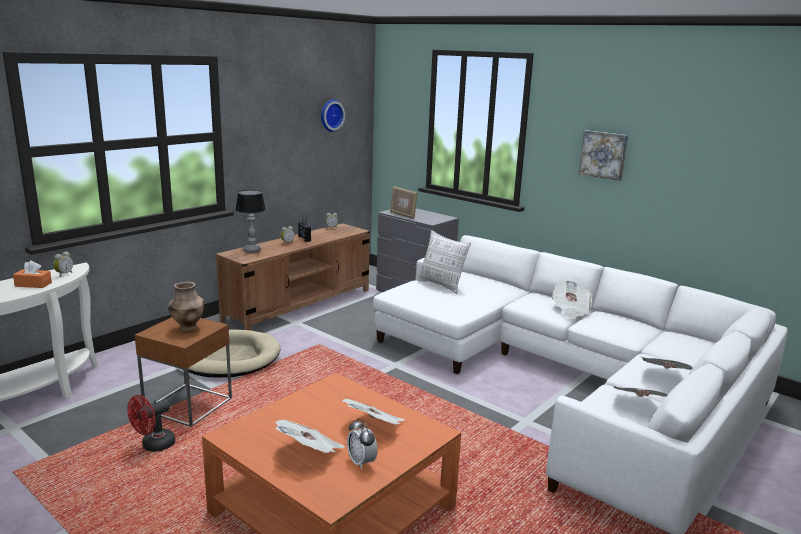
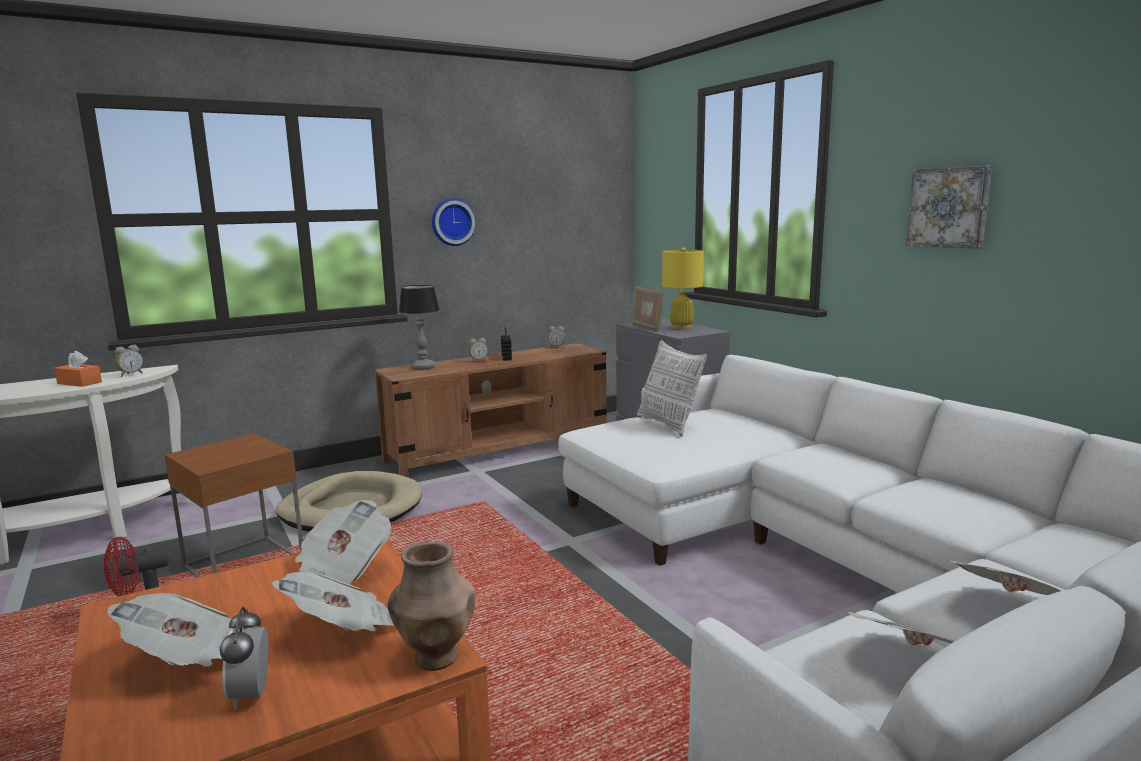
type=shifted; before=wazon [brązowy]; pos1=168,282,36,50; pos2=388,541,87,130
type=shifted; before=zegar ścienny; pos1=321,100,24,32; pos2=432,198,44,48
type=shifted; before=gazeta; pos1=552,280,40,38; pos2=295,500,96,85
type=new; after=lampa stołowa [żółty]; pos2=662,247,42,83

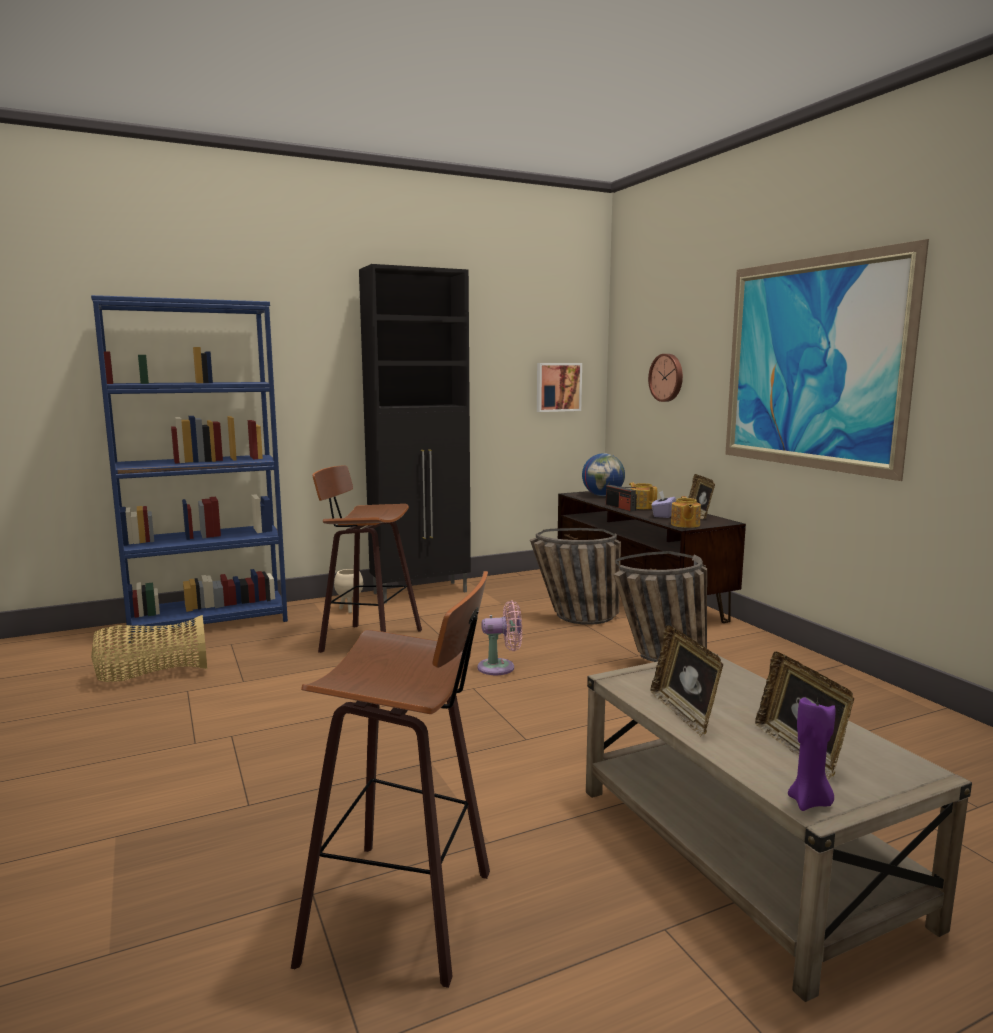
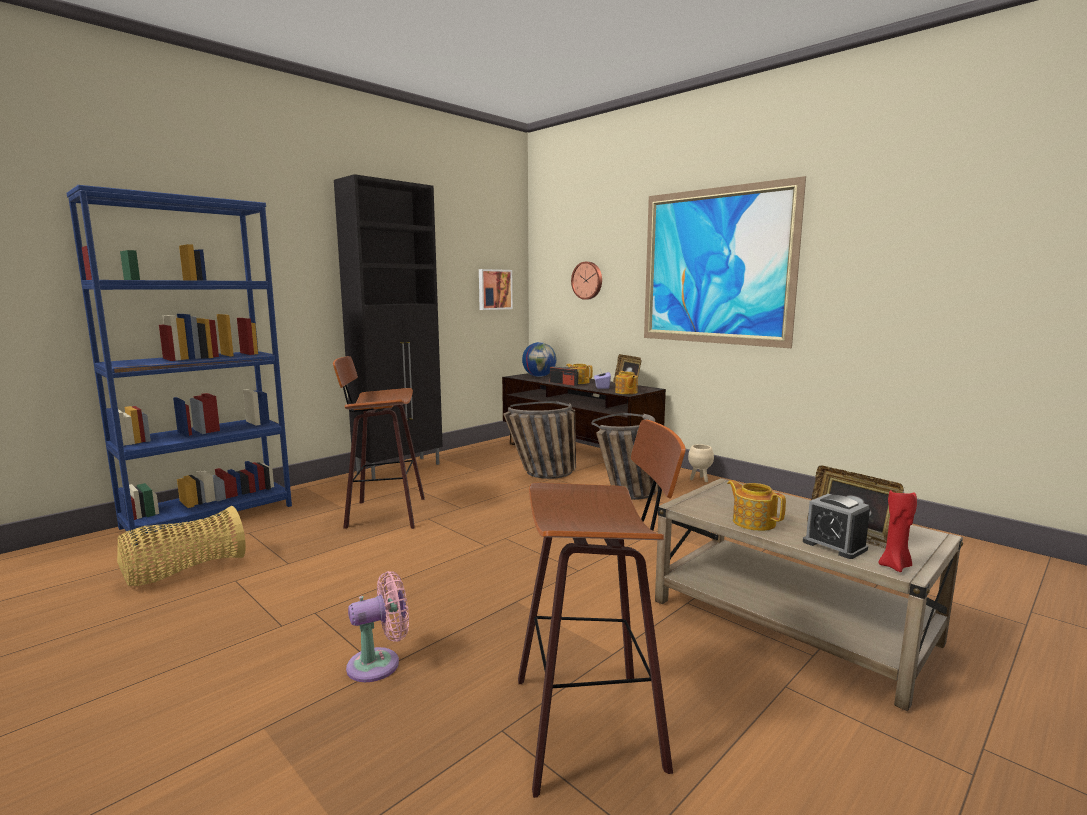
type=shifted; before=donica [beżowy]; pos1=334,569,29,44; pos2=688,444,26,38
type=shifted; before=wentylator [różowy]; pos1=478,601,44,74; pos2=346,571,63,111
type=swapped; before=ramka na zdjęcie; after=imbryk; pos1=650,625,73,112; pos2=727,480,59,51
type=repainted; before=świeca [fioletowy]; after=świeca [czerwony]; pos1=788,697,48,114; pos2=878,490,39,82
type=new; after=budzik; pos2=803,494,67,65

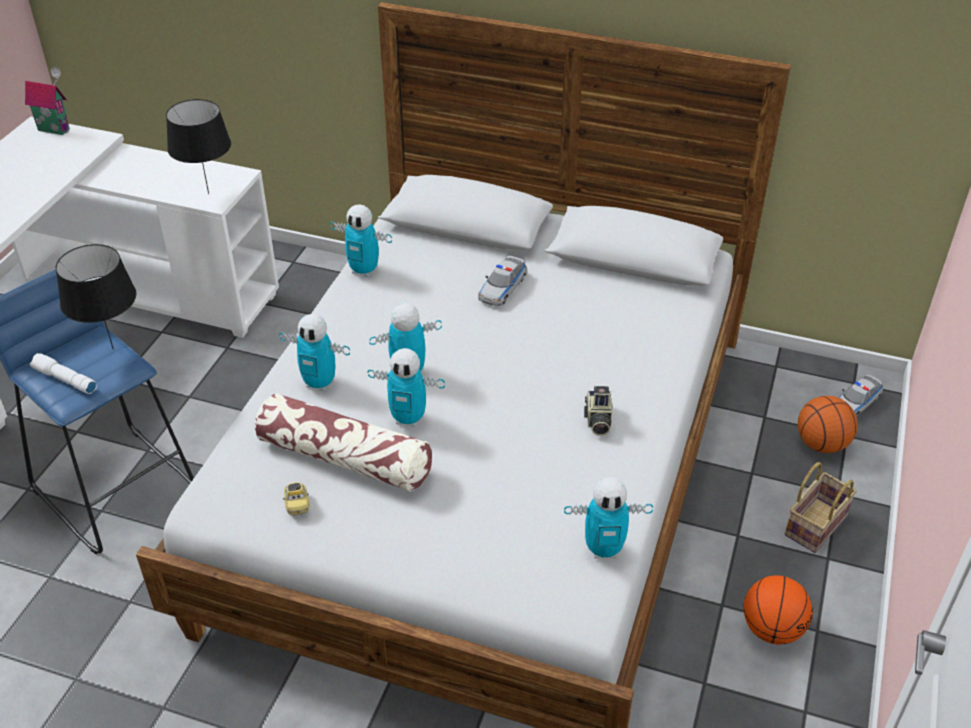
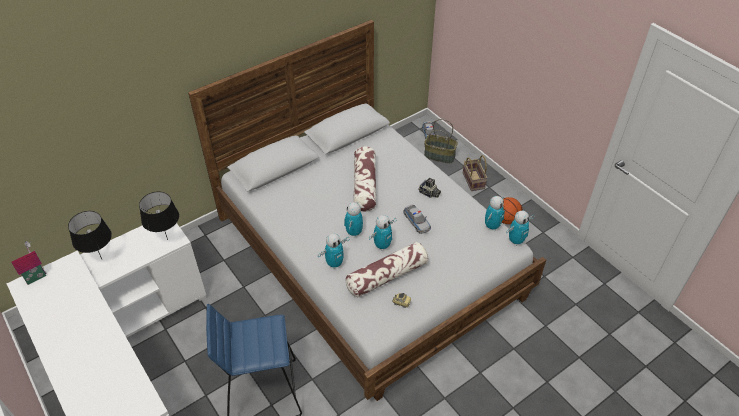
type=gone; before=latarka [biały]; pos1=30,353,67,41
type=shifted; before=lampa stołowa [czarny]; pos1=56,244,80,105; pos2=68,211,44,48
type=shifted; before=robot zabawkowy; pos1=330,204,62,73; pos2=506,211,28,35
type=shifted; before=samochodzik; pos1=478,256,49,50; pos2=403,204,28,30
type=swapped; before=piłka do koszykówki; after=koszyk; pos1=798,396,60,57; pos2=424,119,34,44
type=new; after=poduszka; pos2=354,147,22,64

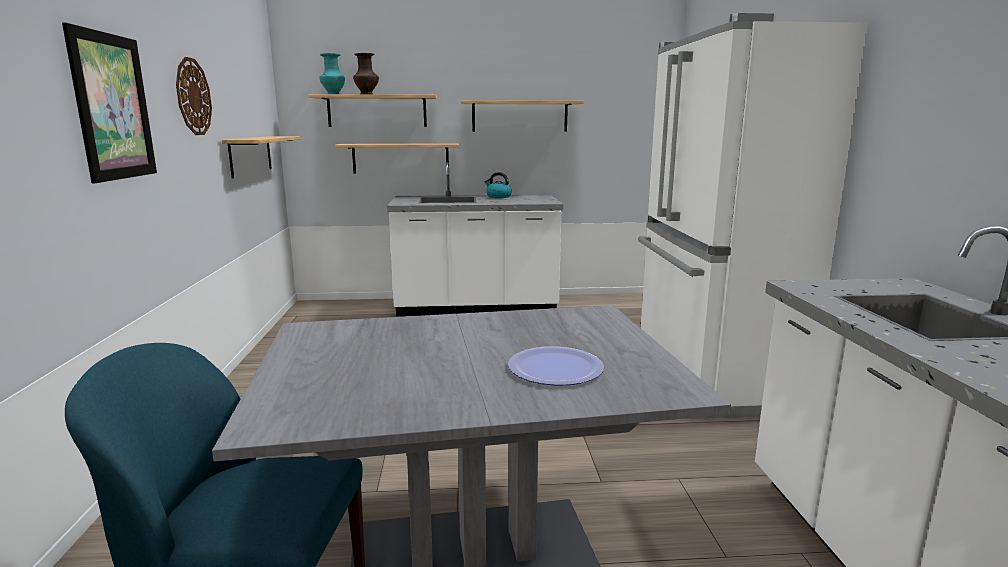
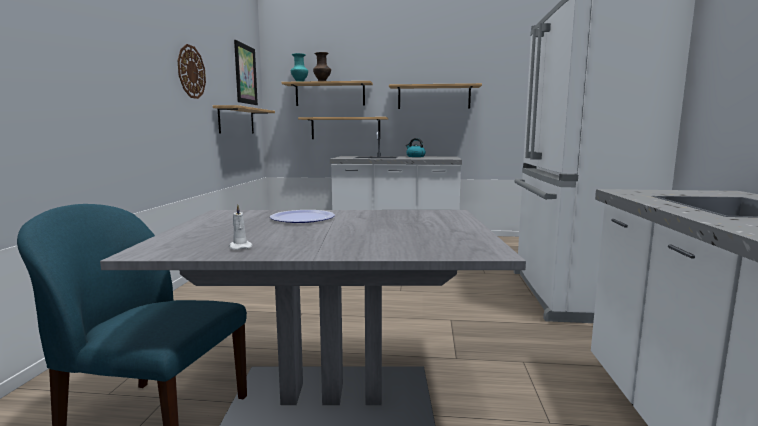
type=shifted; before=obraz; pos1=62,23,95,160; pos2=234,40,24,65
type=shifted; before=talerz; pos1=508,346,96,39; pos2=270,210,65,13
type=new; after=świeca [biały]; pos2=229,205,24,45

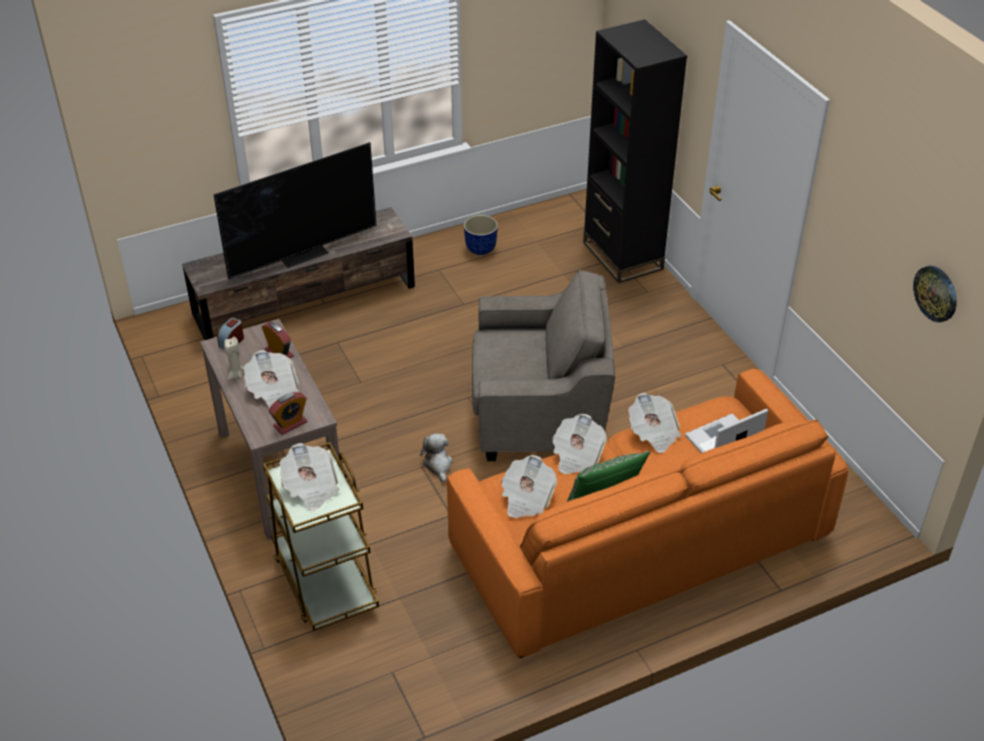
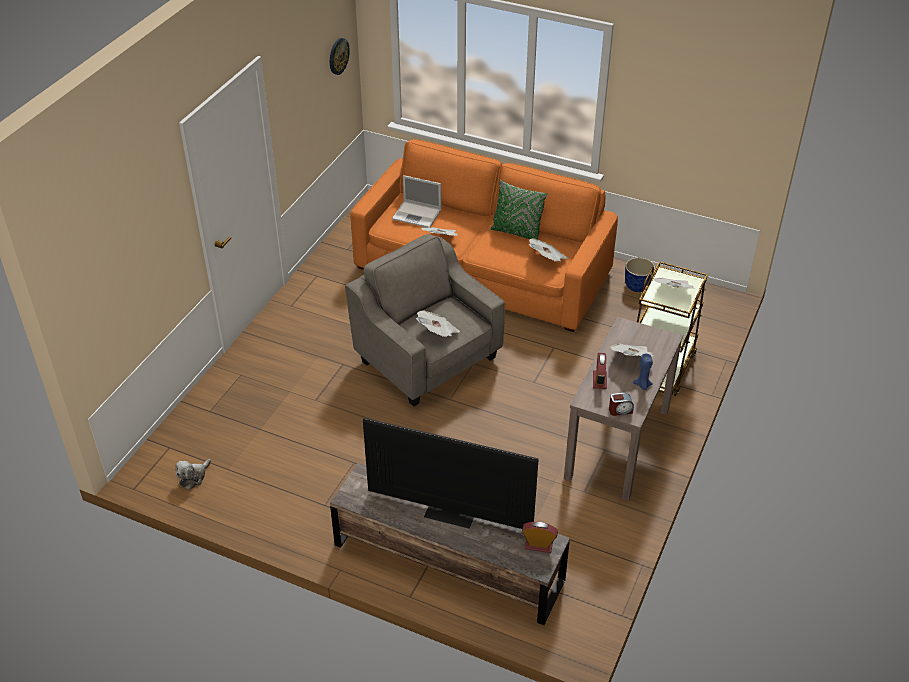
type=repainted; before=świeca [beżowy]; after=świeca [niebieski]; pos1=224,337,20,43; pos2=633,354,20,36
type=shifted; before=budzik; pos1=268,392,39,43; pos2=522,522,36,31
type=shifted; before=pluszak; pos1=420,434,33,49; pos2=175,459,36,31
type=shifted; before=donica; pos1=464,215,34,40; pos2=625,257,30,35
type=shifted; before=gazeta; pos1=552,414,55,60; pos2=416,310,44,27
type=gone; before=regał [czarny]; pos1=583,19,104,264

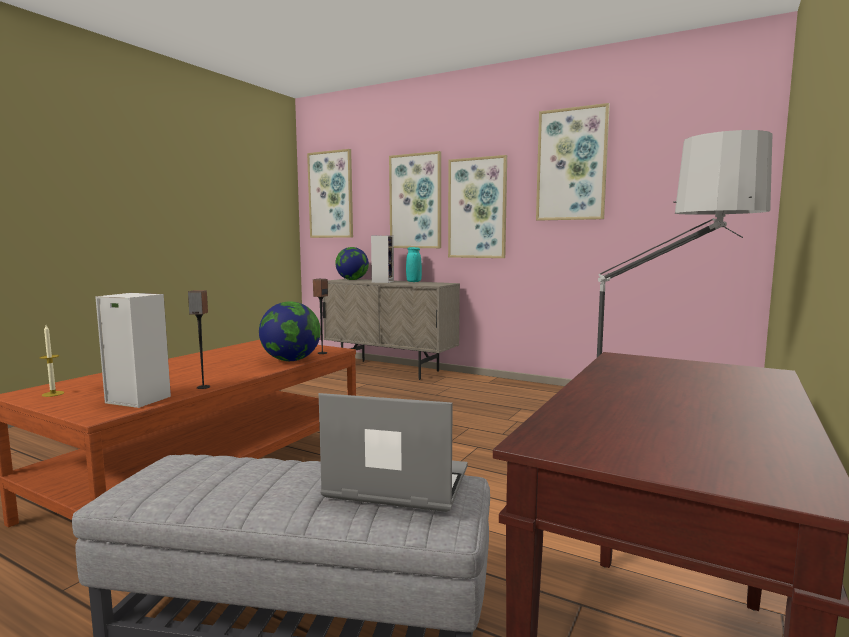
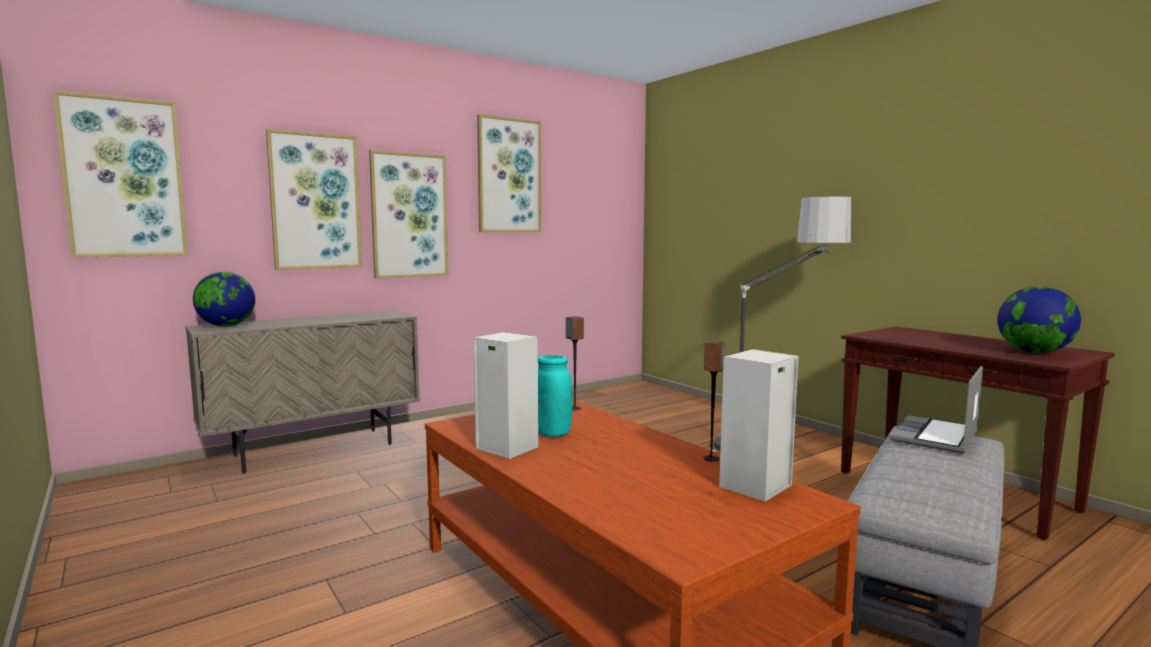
type=gone; before=świeca; pos1=39,325,25,72
type=shifted; before=globus; pos1=259,301,62,60; pos2=998,286,83,67
type=shifted; before=głośnik; pos1=371,235,23,48; pos2=473,332,66,127
type=shifted; before=wazon [turkusowy]; pos1=406,247,16,35; pos2=538,355,35,82

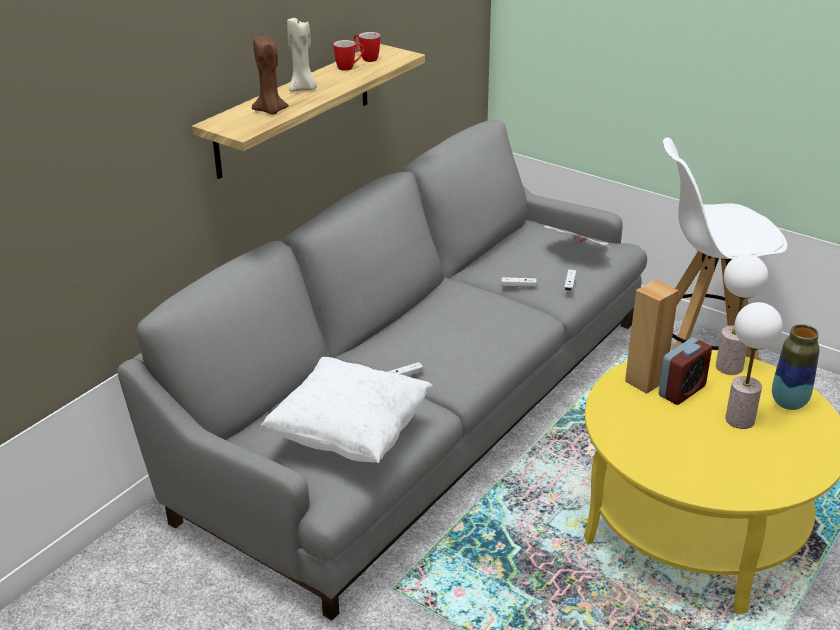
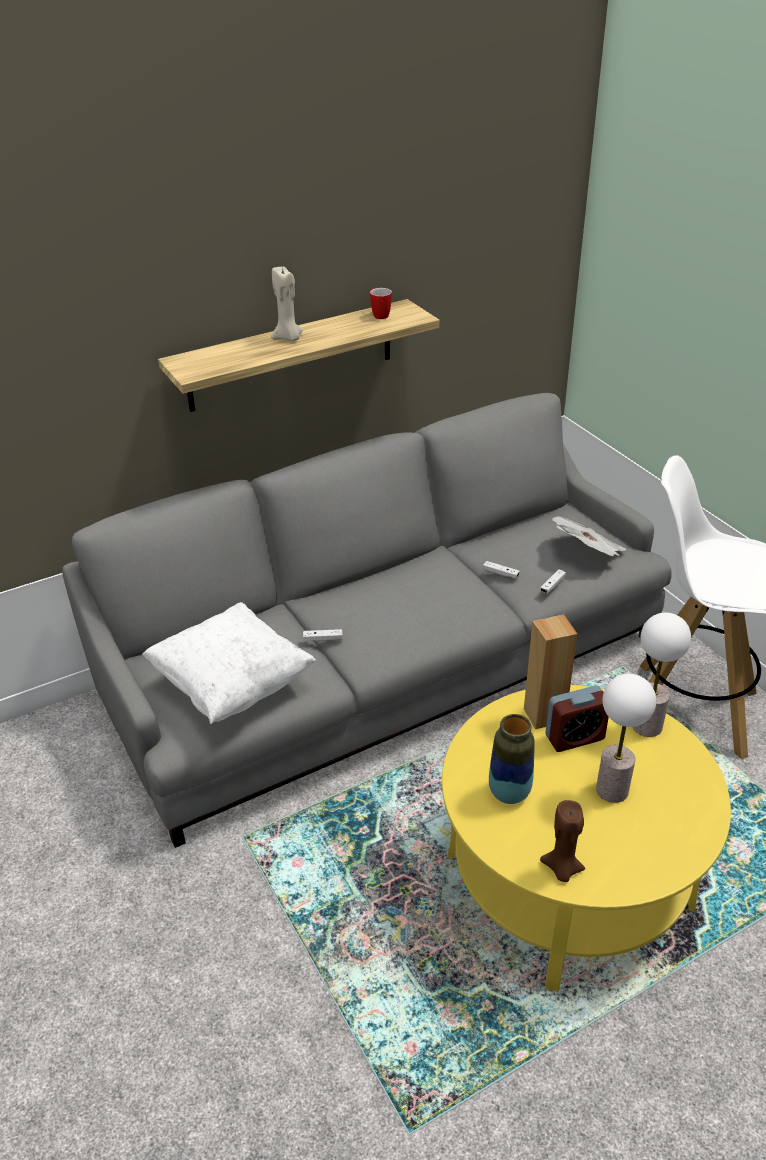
type=shifted; before=świeca [brązowy]; pos1=252,37,37,77; pos2=540,800,45,82
type=gone; before=kubek; pos1=333,40,31,31
type=shifted; before=wazon; pos1=772,324,48,86; pos2=489,714,46,90

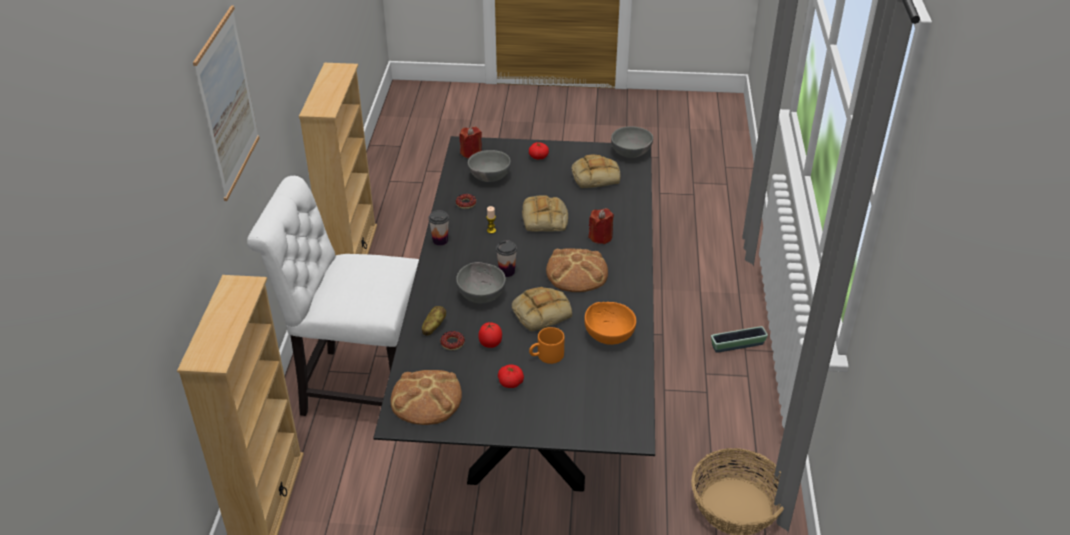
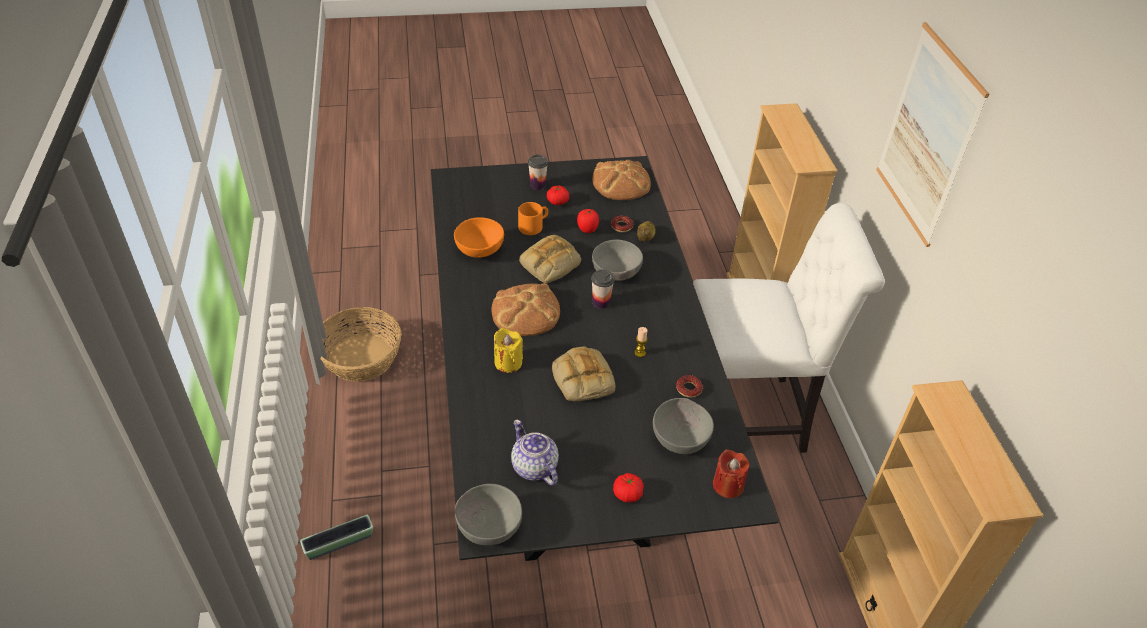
type=shifted; before=filiżanka; pos1=429,210,20,36; pos2=528,155,20,35
type=swapped; before=chleb; after=imbryk; pos1=571,155,49,33; pos2=511,420,48,65
type=repainted; before=świeca [czerwony]; after=świeca [żółty]; pos1=589,208,25,36; pos2=494,328,29,45

